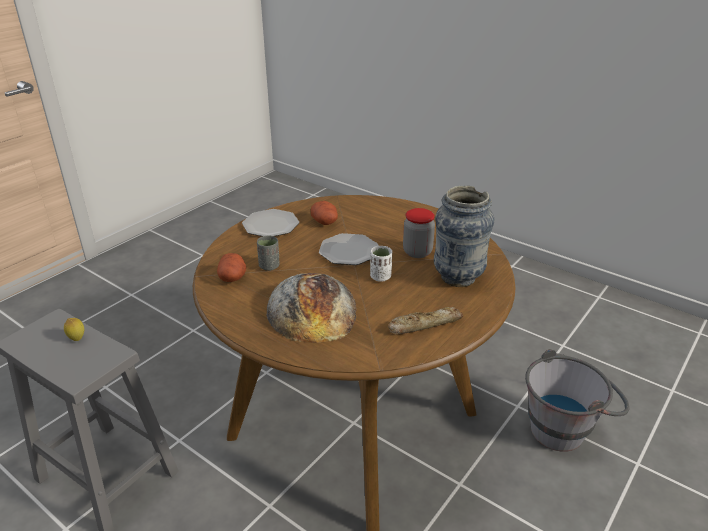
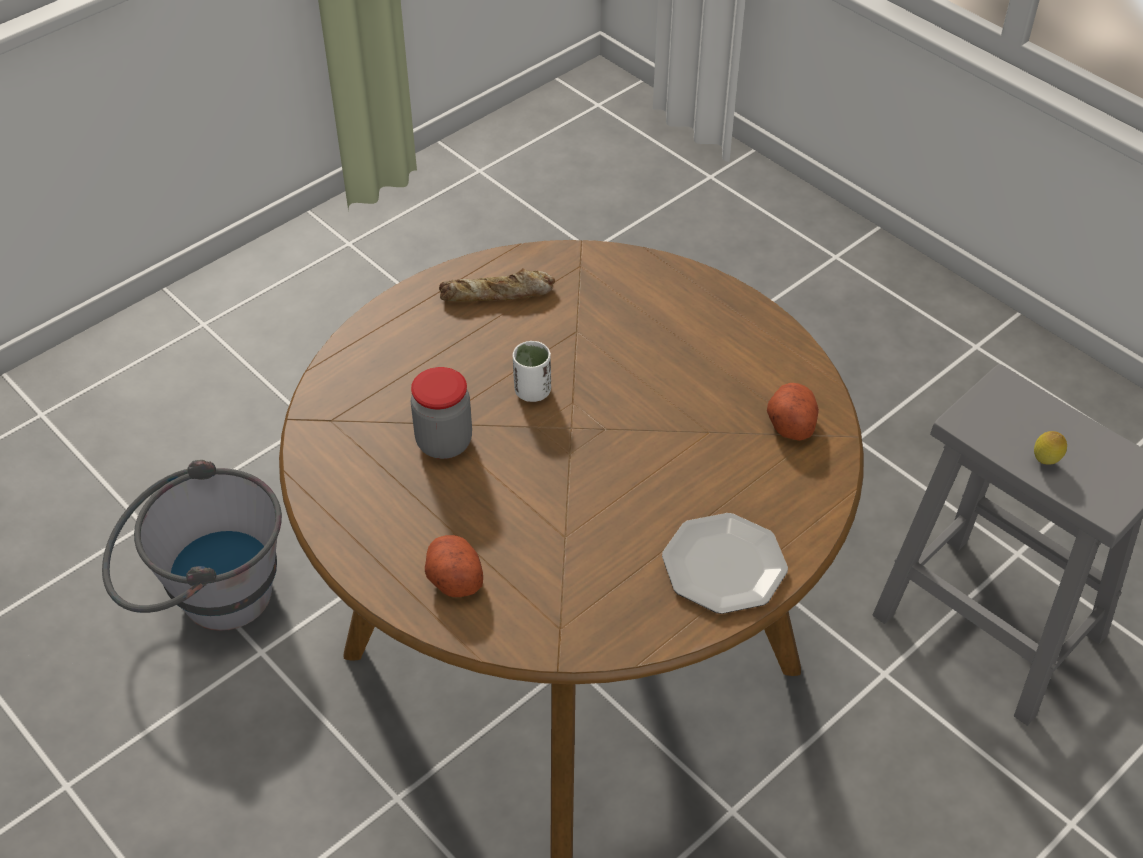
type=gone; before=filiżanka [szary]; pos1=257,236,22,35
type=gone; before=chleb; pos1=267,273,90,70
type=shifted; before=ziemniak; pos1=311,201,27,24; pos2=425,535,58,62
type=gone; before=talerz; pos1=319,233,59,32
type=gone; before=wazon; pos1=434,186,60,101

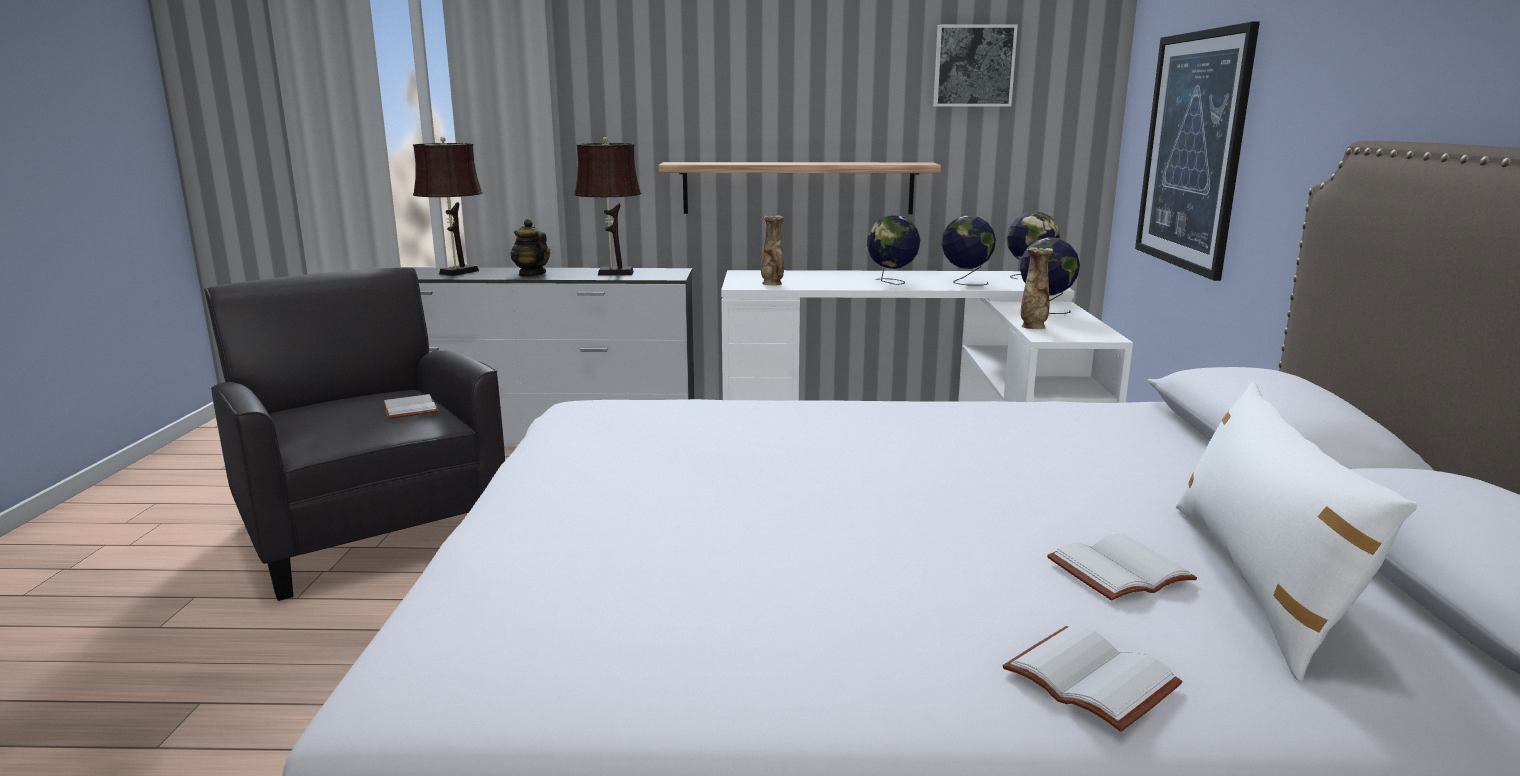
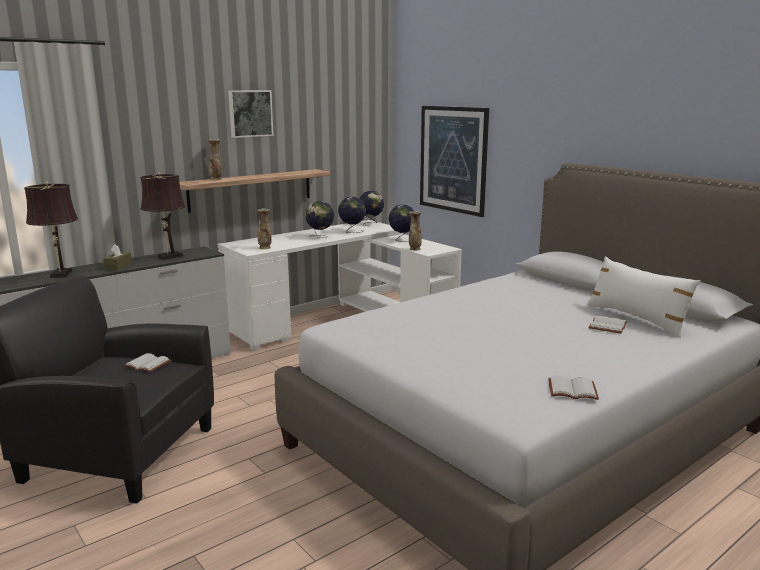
type=swapped; before=imbryk; after=pudełko chusteczek [brązowy]; pos1=511,219,39,58; pos2=103,244,29,27
type=shifted; before=obraz; pos1=933,24,85,83; pos2=228,90,46,48
type=shifted; before=książka [biały]; pos1=1002,624,180,108; pos2=548,375,51,25
type=new; after=wazon; pos2=208,139,14,41

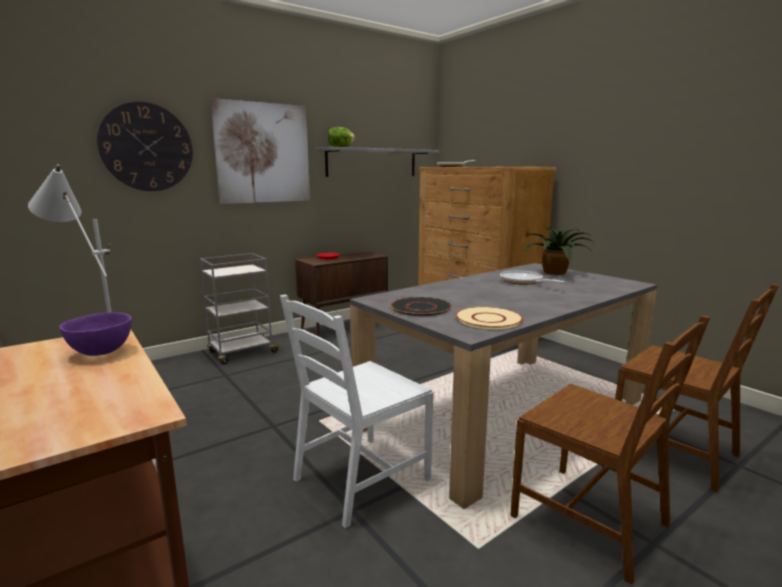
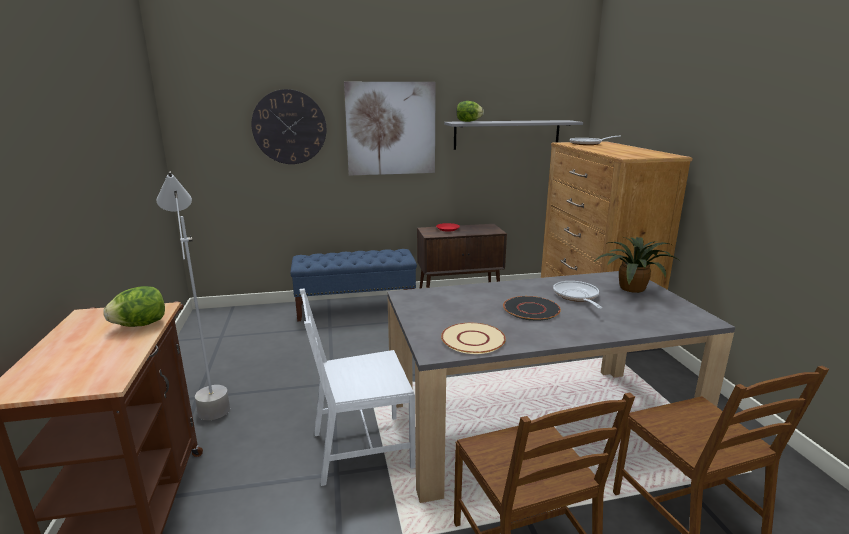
type=swapped; before=miska [fioletowy]; after=sałata; pos1=59,312,73,44; pos2=103,286,62,41
type=swapped; before=wózek [szary]; after=ławka [niebieski]; pos1=200,253,80,111; pos2=291,249,126,73
type=shifted; before=talerz [czarny]; pos1=390,297,62,19; pos2=503,296,58,25

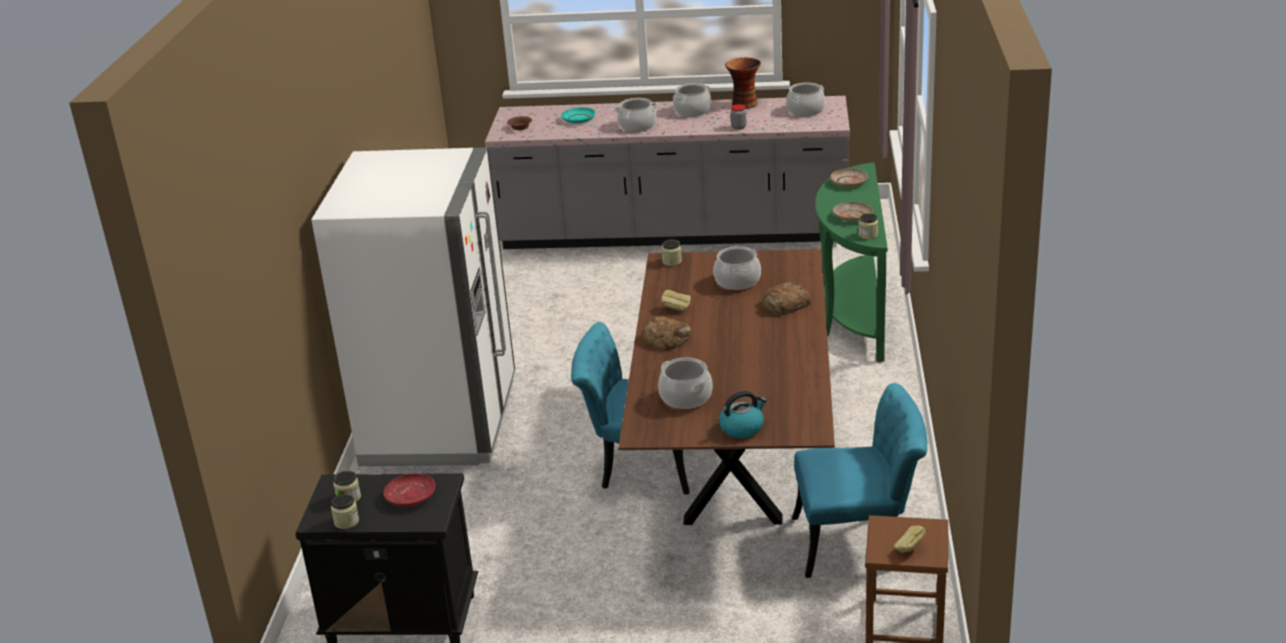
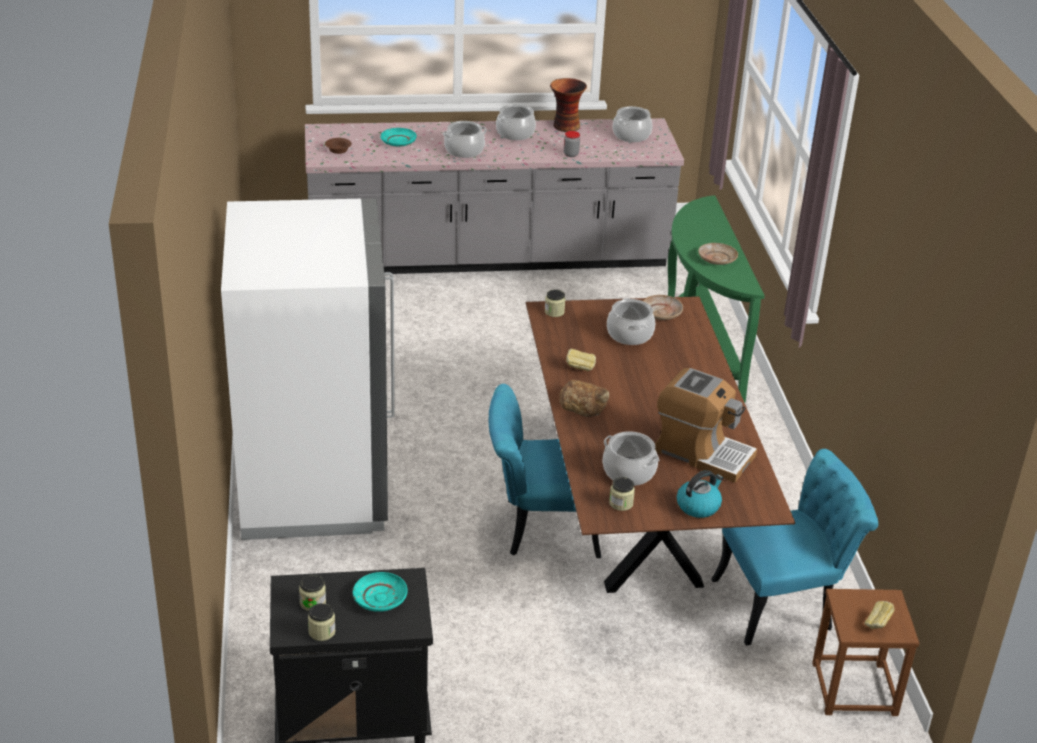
type=repainted; before=talerz [czerwony]; after=talerz [turkusowy]; pos1=384,473,51,34; pos2=353,572,54,40
type=gone; before=chleb; pos1=762,282,49,33
type=shifted; before=talerz [beżowy]; pos1=830,168,38,19; pos2=643,295,40,25
type=shifted; before=słoik; pos1=859,213,19,26; pos2=609,477,26,34
type=new; after=ekspres do kawy; pos2=655,368,102,115

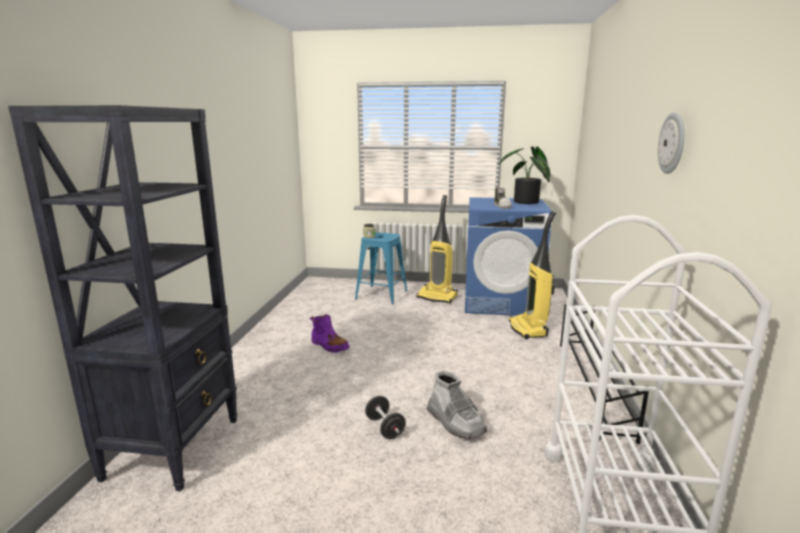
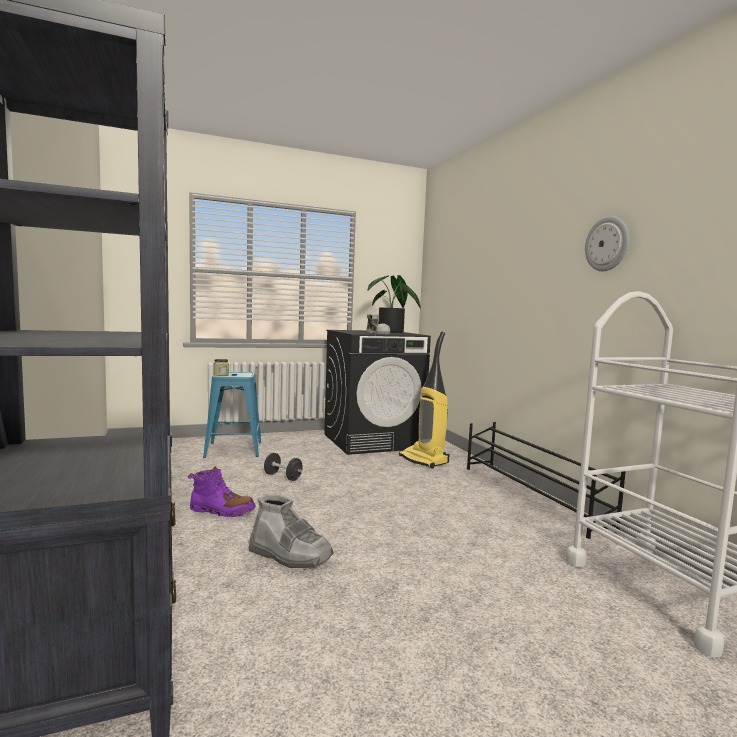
type=shifted; before=hantel [czarny]; pos1=365,396,41,43; pos2=264,453,39,28
type=gone; before=odkurzacz; pos1=416,195,41,109
type=shifted; before=but z cholewką [szary]; pos1=427,370,60,70; pos2=249,494,85,74
type=repainted; before=pralka [niebieski]; after=pralka [czarny]; pos1=465,197,87,119; pos2=324,330,107,125

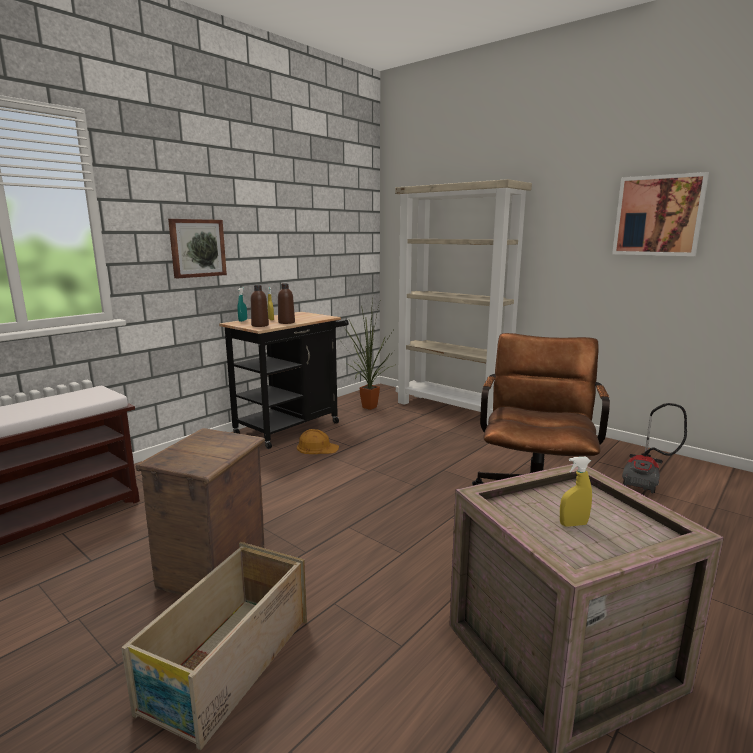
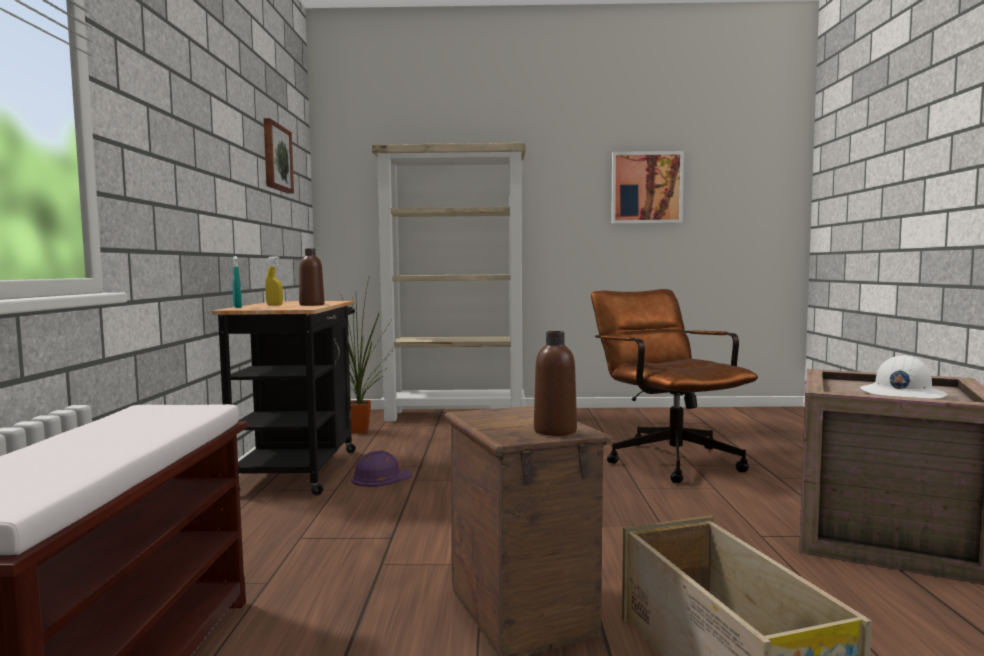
type=shifted; before=obraz; pos1=168,219,59,59; pos2=264,118,30,76
type=shifted; before=butelka [brązowy]; pos1=251,285,18,42; pos2=534,331,43,105
type=repainted; before=kask [pomarańczowy]; after=kask [fioletowy]; pos1=297,429,42,25; pos2=351,450,62,37
type=swapped; before=spryskiwacz [żółty]; after=kask [biały]; pos1=560,457,32,70; pos2=860,355,87,44
type=gone; before=odkurzacz; pos1=622,403,65,90

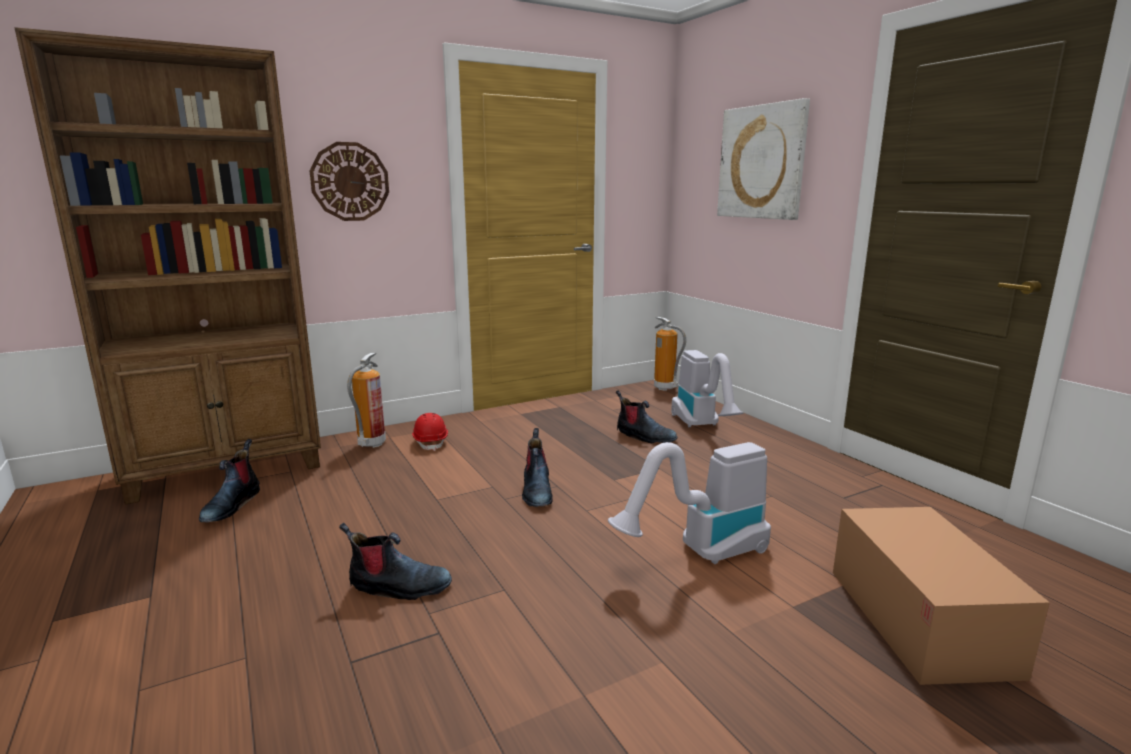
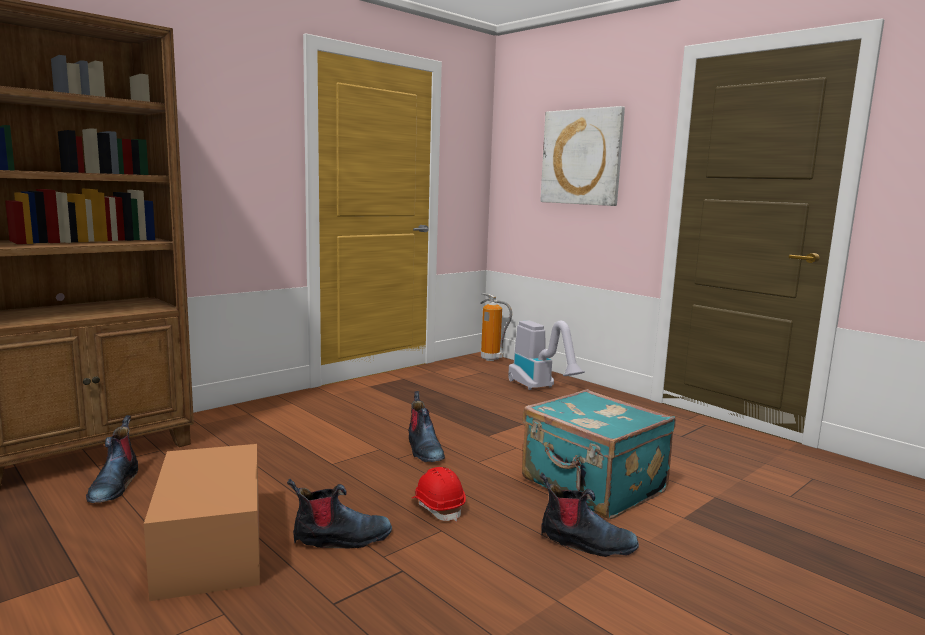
type=gone; before=zegar ścienny; pos1=310,142,79,79
type=gone; before=gaśnica; pos1=347,353,39,95
type=shifted; before=kask [czerwony]; pos1=412,413,36,38; pos2=412,467,54,55
type=swapped; before=odkurzacz; after=walizka [turkusowy]; pos1=608,442,163,122; pos2=522,389,154,130
type=shifted; before=but z cholewką; pos1=616,390,61,54; pos2=540,473,99,84
type=shifted; before=karton; pos1=833,507,217,178; pos2=144,444,116,157

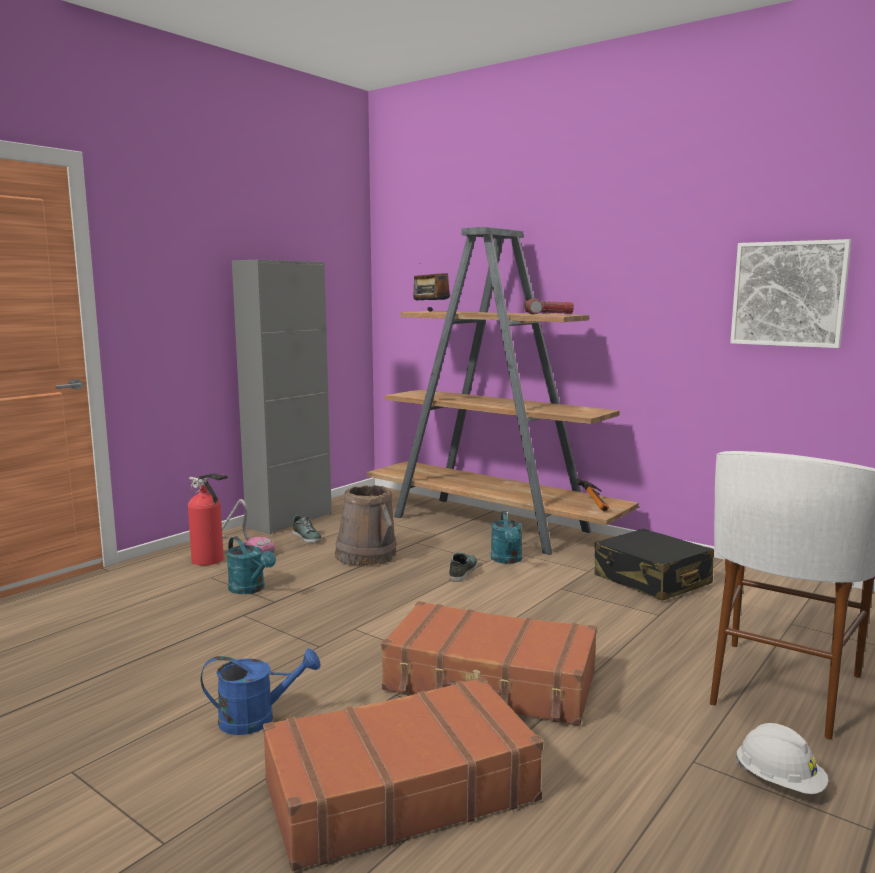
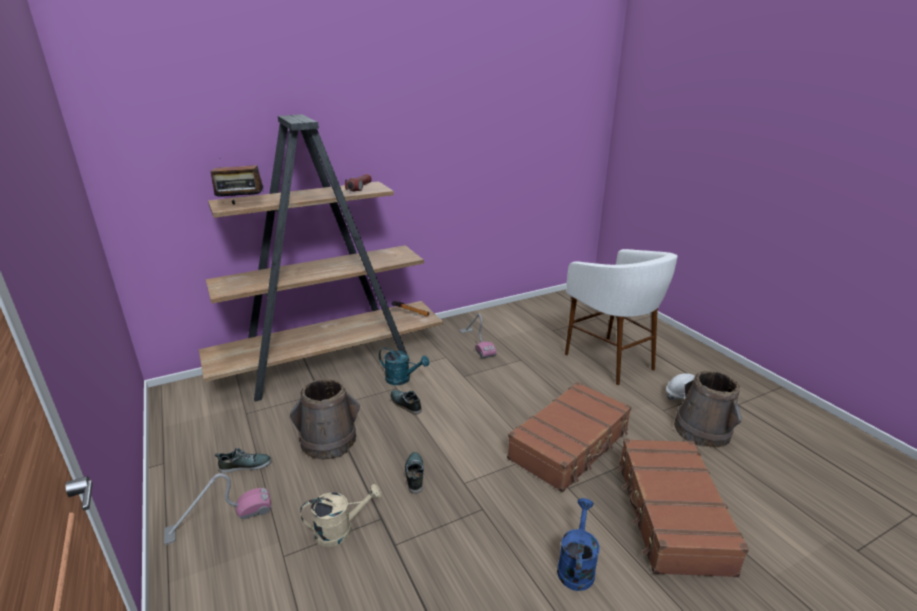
type=gone; before=gaśnica; pos1=188,473,40,93
type=repainted; before=konewka [turkusowy]; after=konewka [beżowy]; pos1=226,536,50,58; pos2=300,484,82,63
type=gone; before=szafka [szary]; pos1=232,260,100,274
type=swapped; before=walizka [czarny]; after=odkurzacz; pos1=595,529,119,72; pos2=459,313,38,46
type=gone; before=obraz; pos1=730,239,121,109
type=new; after=but; pos2=405,452,19,42
type=new; after=wiadro [brązowy]; pos2=674,371,68,77

